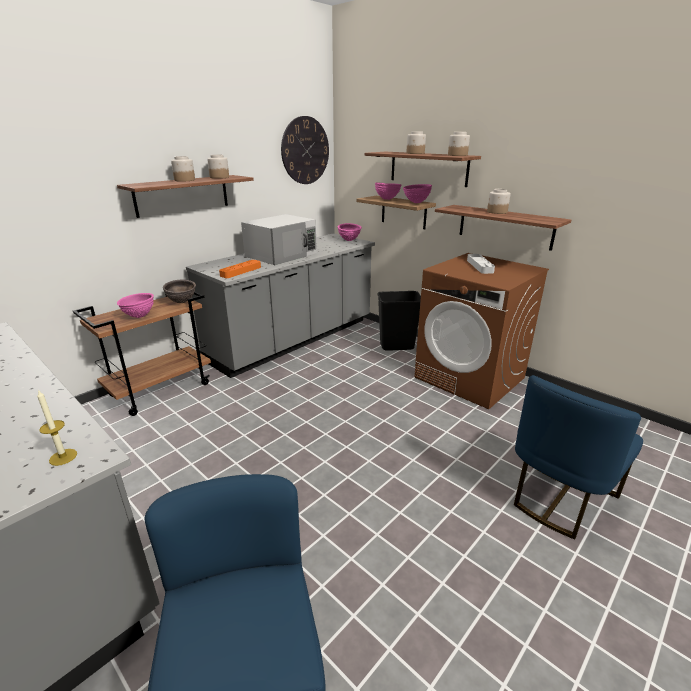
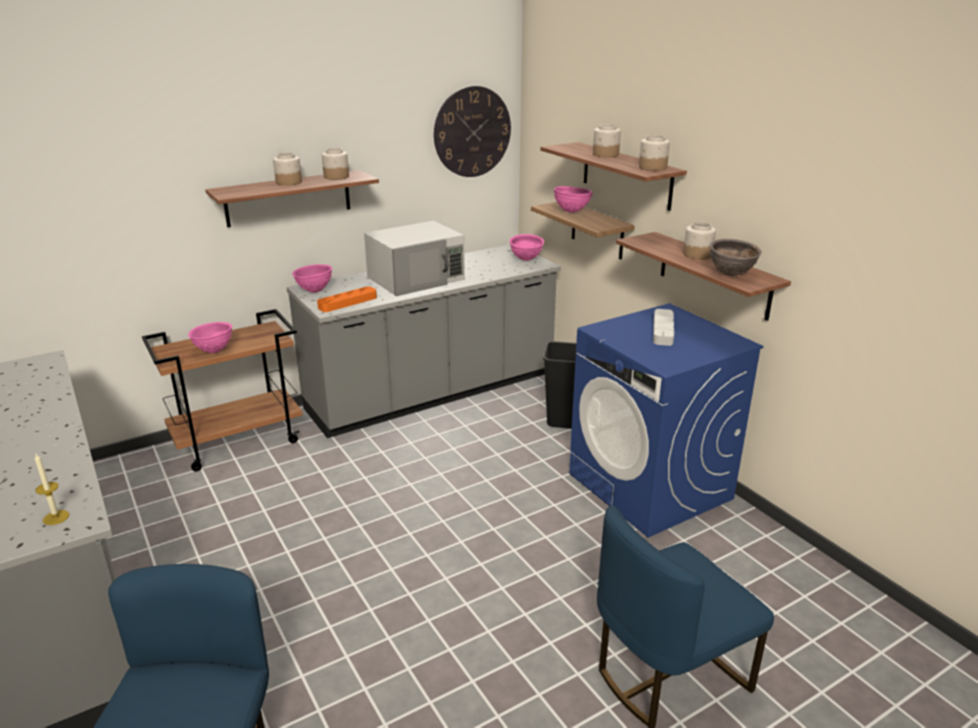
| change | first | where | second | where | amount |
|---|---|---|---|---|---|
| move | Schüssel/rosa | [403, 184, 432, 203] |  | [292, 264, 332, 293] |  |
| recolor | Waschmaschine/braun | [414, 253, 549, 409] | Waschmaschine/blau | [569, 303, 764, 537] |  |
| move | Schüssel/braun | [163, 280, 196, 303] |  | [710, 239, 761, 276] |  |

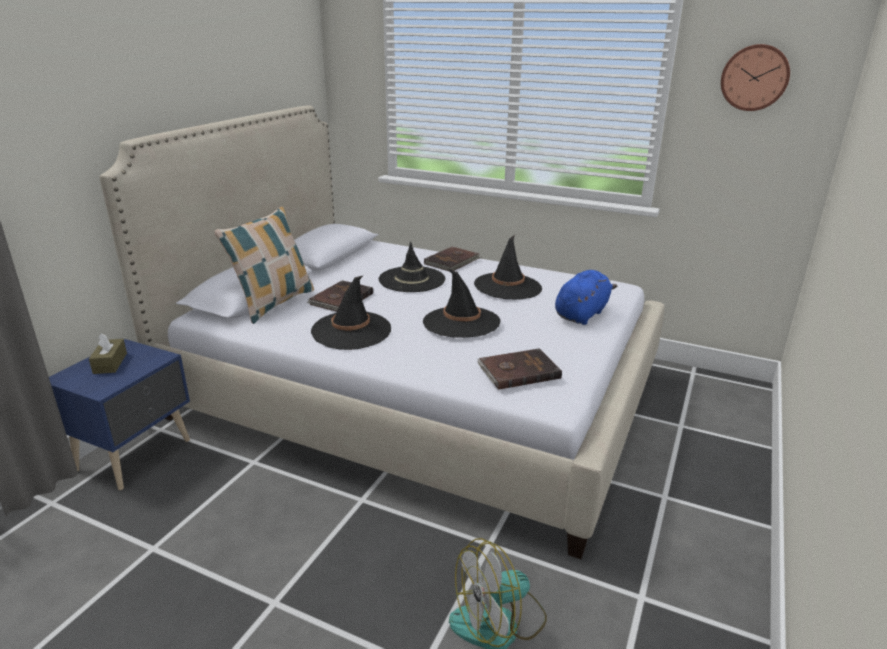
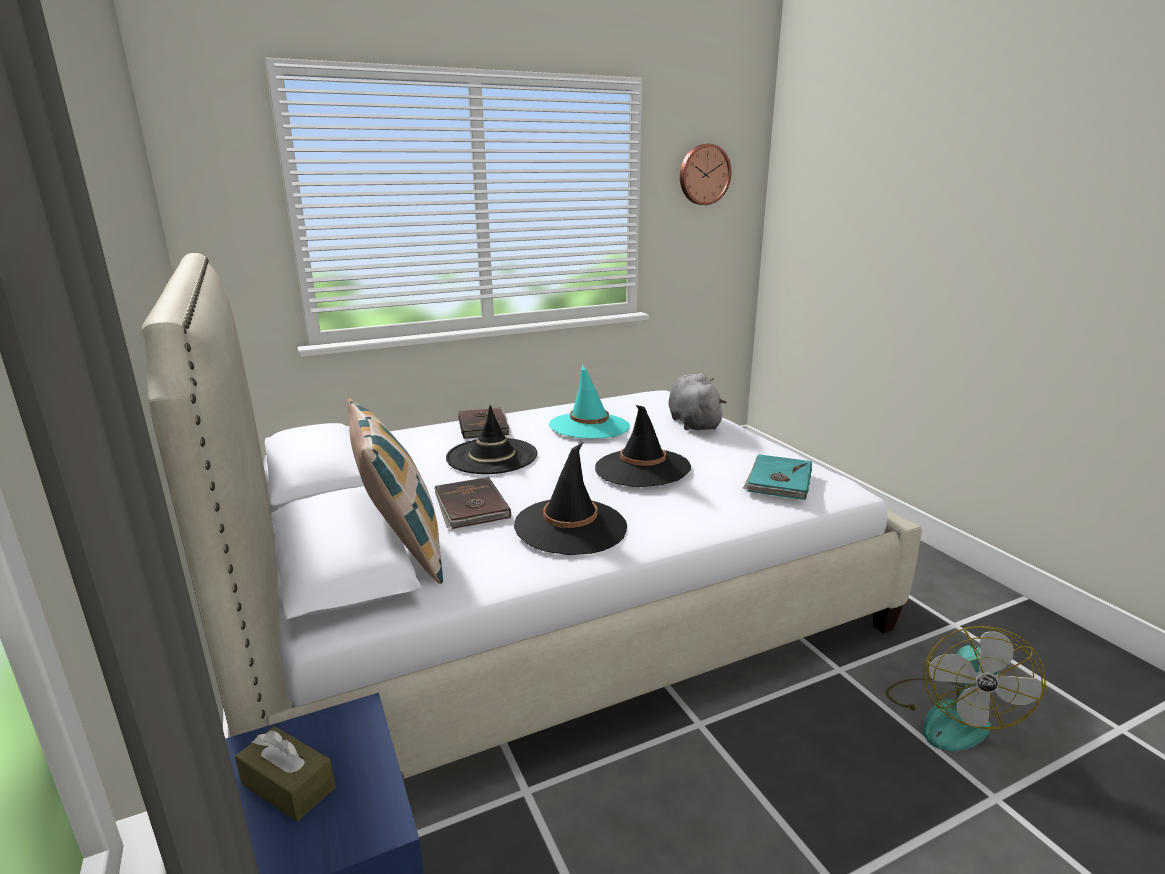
| change | first | where | second | where | amount |
|---|---|---|---|---|---|
| recolor | Hut/schwarz | [474, 235, 542, 300] | Hut/türkis | [549, 364, 630, 439] |  |
| recolor | Plüschtier/blau | [555, 270, 617, 325] | Plüschtier/grau | [668, 373, 727, 430] |  |
| recolor | Buch/braun | [477, 348, 562, 390] | Buch/türkis | [743, 454, 812, 500] |  |

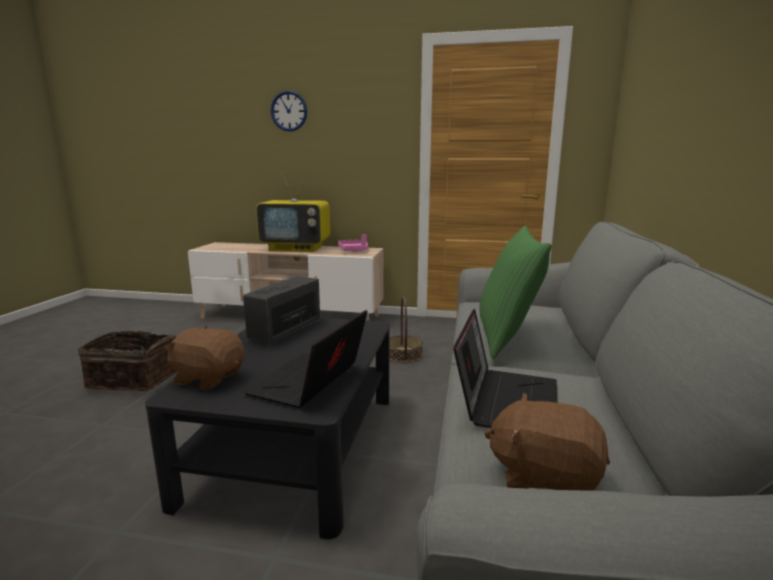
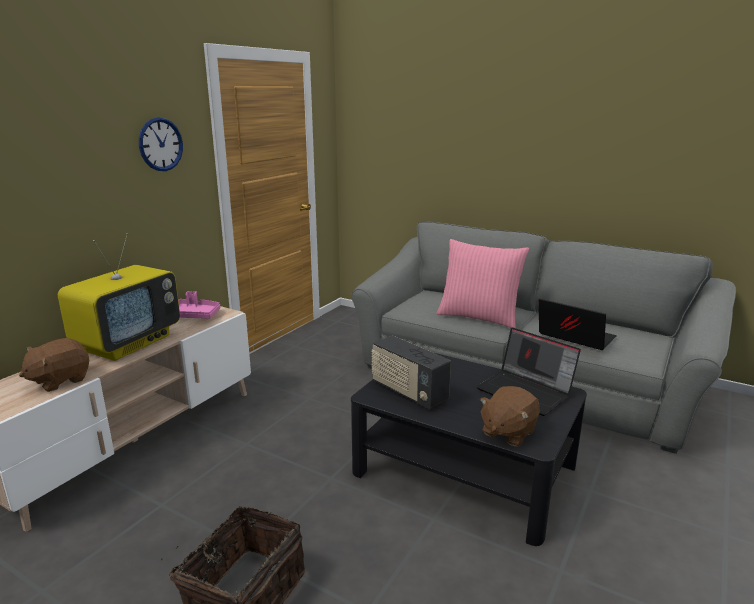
| change | first | where | second | where | amount |
|---|---|---|---|---|---|
| move | Wanduhr | [271, 91, 307, 132] |  | [139, 117, 183, 171] |  |
| recolor | Kissen/grün | [480, 226, 552, 359] | Kissen/rosa | [437, 239, 529, 328] |  |
| delete | Korb | [390, 297, 423, 363] |  |  |  |
| move | Plüschtier/braun | [484, 393, 610, 491] |  | [19, 338, 89, 392] |  |

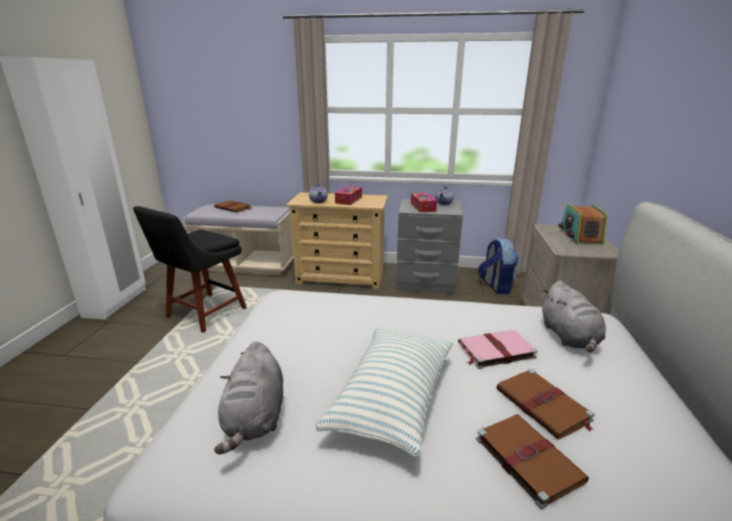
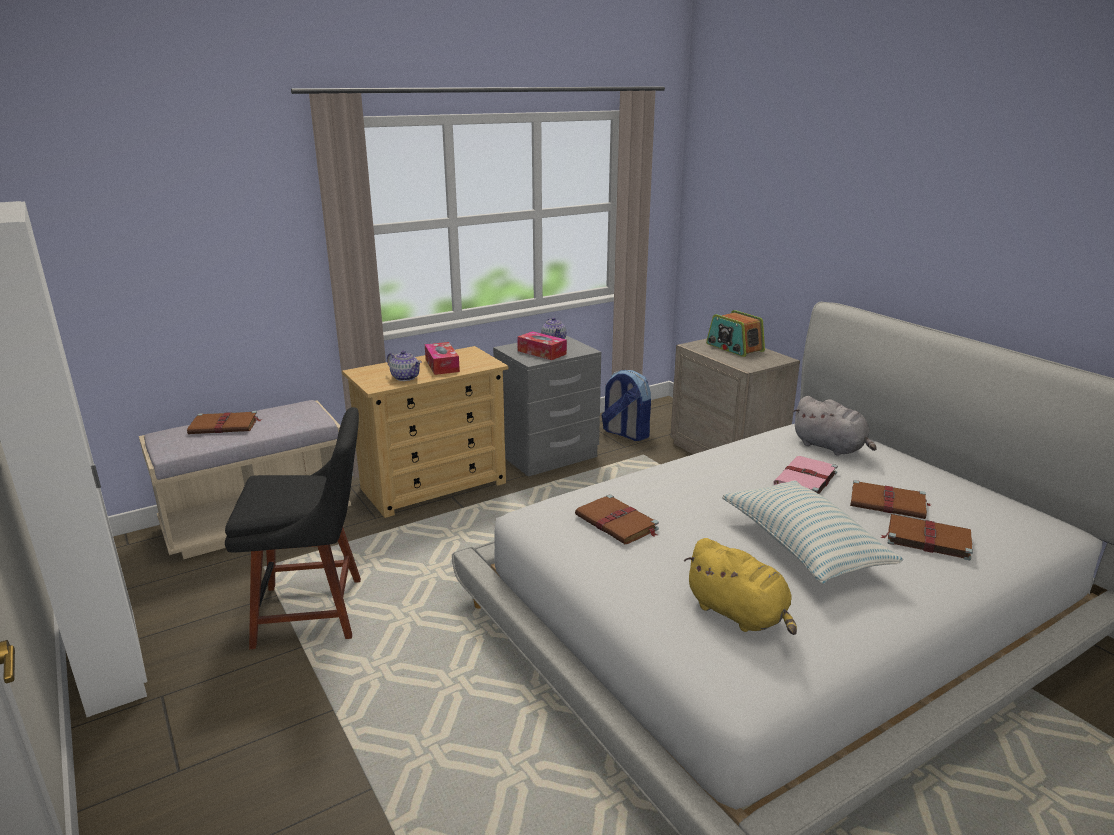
| change | first | where | second | where | amount |
|---|---|---|---|---|---|
| rotate | Stuhl/schwarz | [133, 206, 247, 333] |  | [225, 407, 361, 649] | 90 degrees counterclockwise |
| recolor | Plüschtier/grau | [214, 341, 283, 454] | Plüschtier/gelb | [684, 538, 797, 635] |  |
| insert |  |  | Buch/braun | [575, 494, 659, 544] |  |

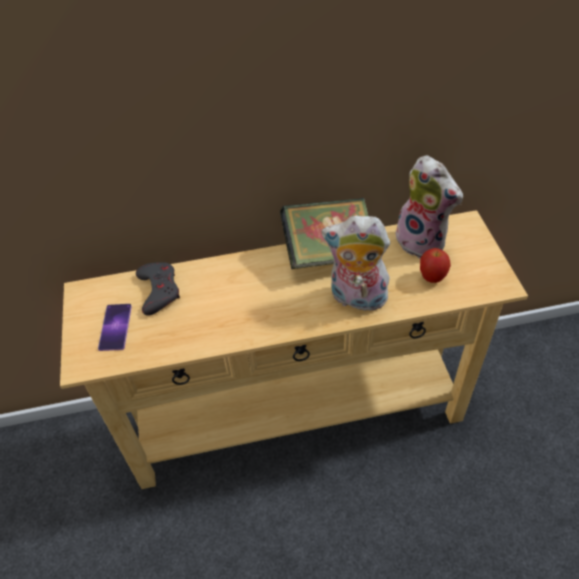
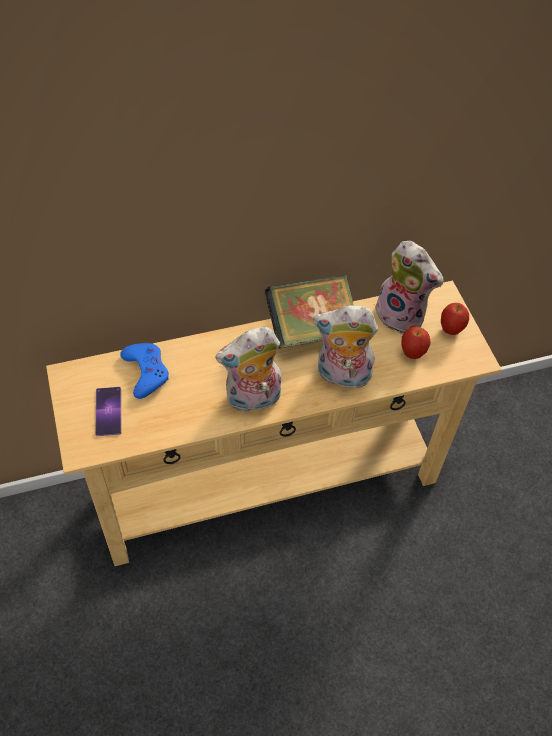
| change | first | where | second | where | amount |
|---|---|---|---|---|---|
| recolor | Gamepad/grau | [136, 262, 180, 316] | Gamepad/blau | [120, 343, 169, 399] |  |
| insert |  |  | Apfel | [441, 303, 469, 335] |  |
| insert |  |  | Plüschtier | [215, 327, 281, 413] |  |

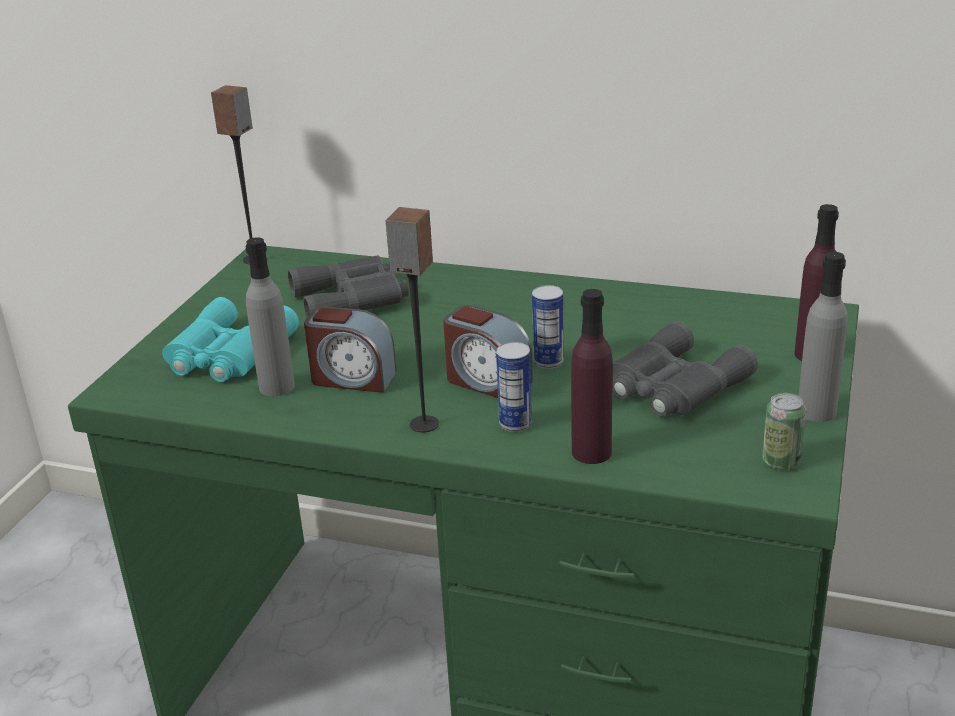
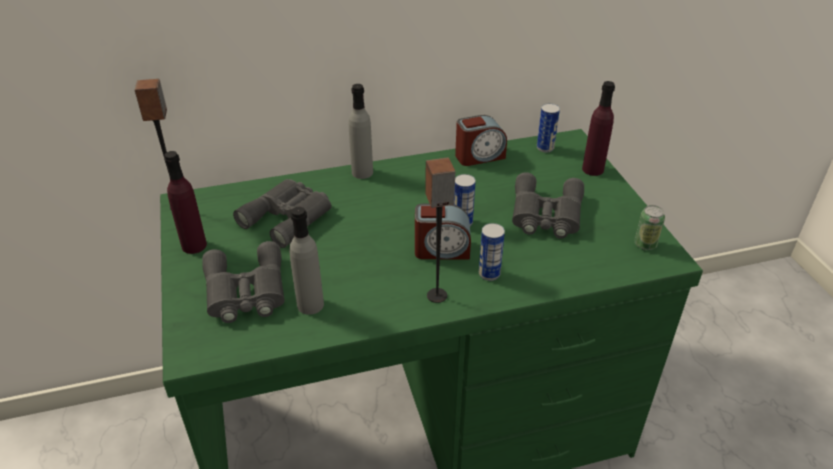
| change | first | where | second | where | amount |
|---|---|---|---|---|---|
| move | Flasche/grau | [798, 252, 848, 422] |  | [349, 84, 373, 179] |  |
| move | Flasche/lila | [571, 289, 613, 464] |  | [164, 151, 207, 254] |  |
| recolor | Fernglas/türkis | [162, 297, 299, 382] | Fernglas/grau | [202, 241, 285, 323] |  |
| move | Wecker | [304, 306, 397, 393] |  | [455, 115, 507, 166] |  |
| insert |  |  | Dose | [537, 103, 560, 152] |  |

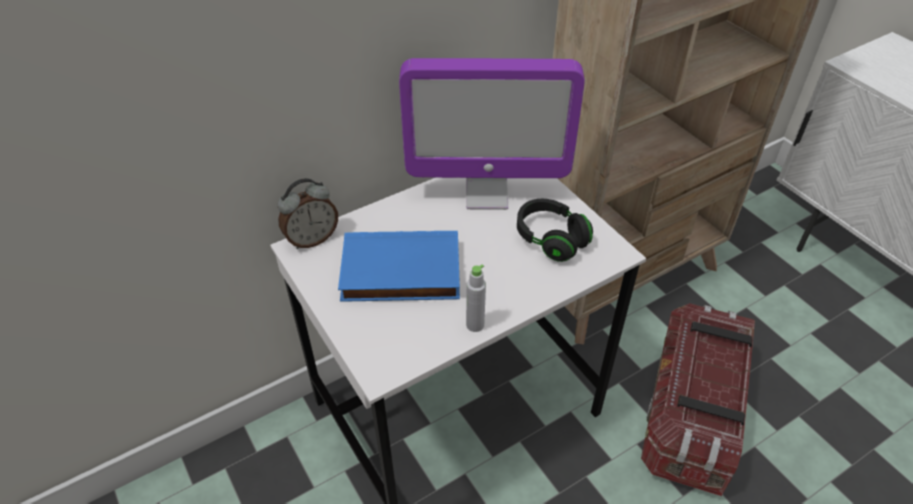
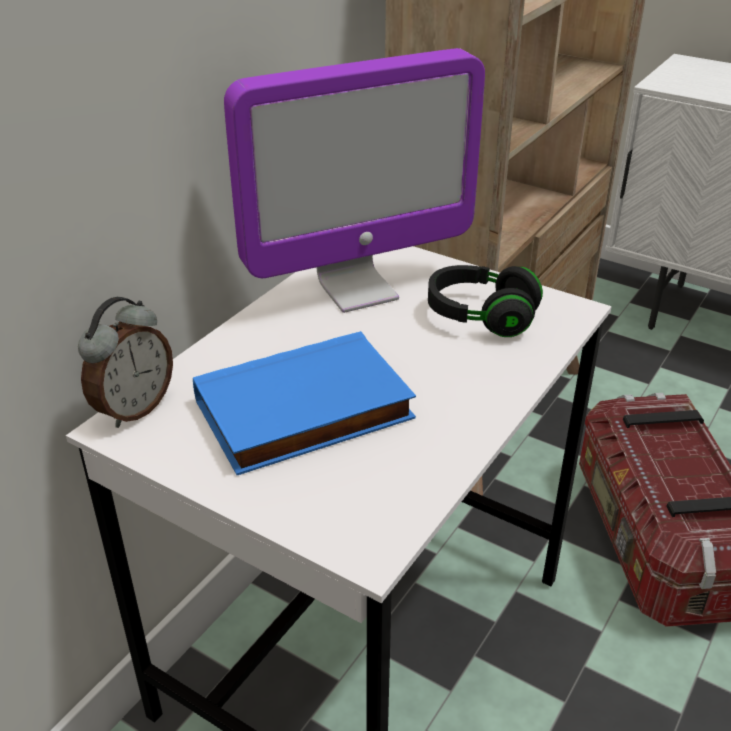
| change | first | where | second | where | amount |
|---|---|---|---|---|---|
| delete | Flasche/grau | [466, 264, 486, 332] |  |  |  |

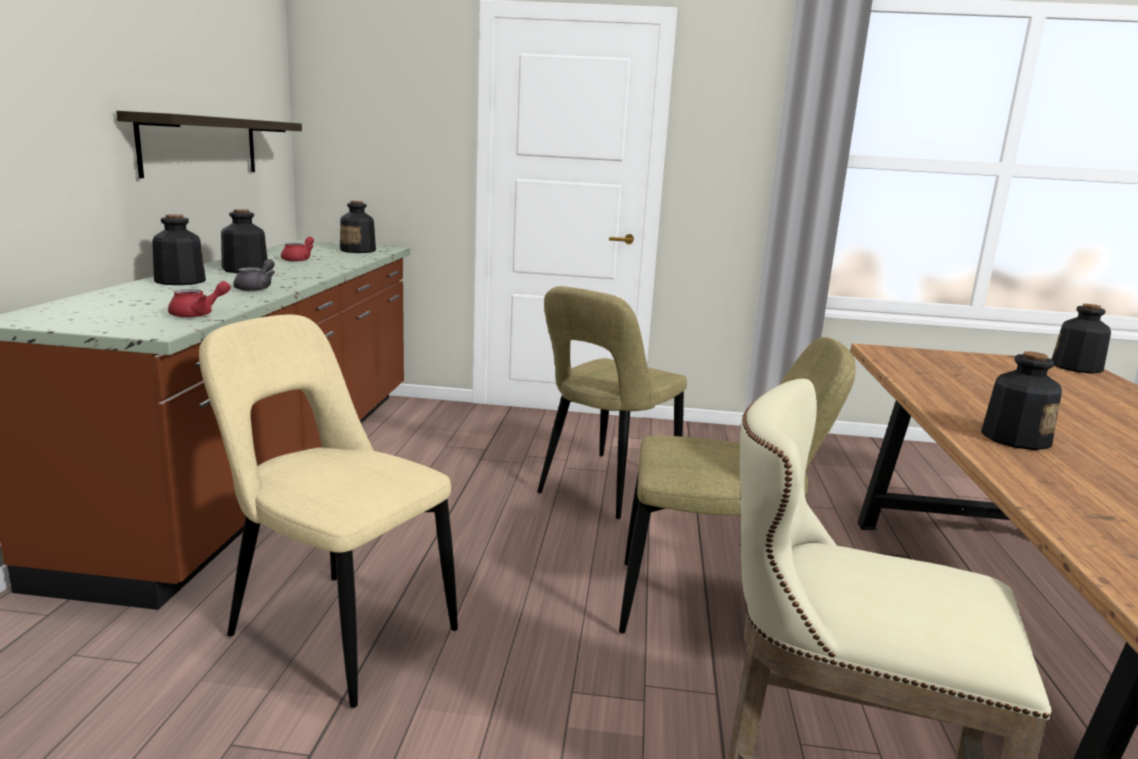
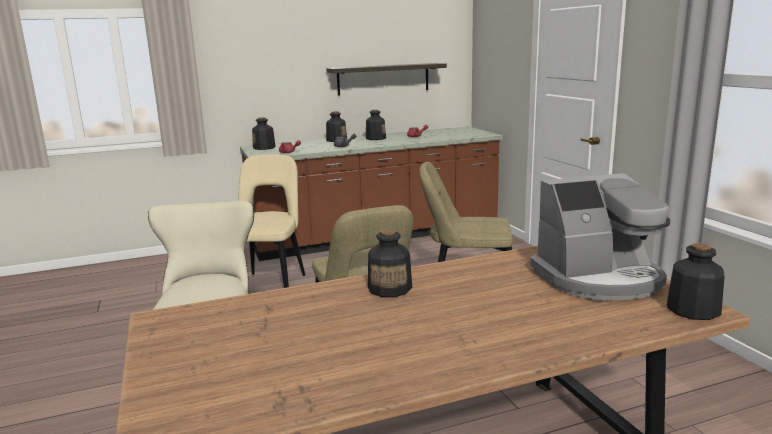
| change | first | where | second | where | amount |
|---|---|---|---|---|---|
| move | Flasche | [340, 201, 376, 253] |  | [252, 117, 275, 150] |  |
| insert |  |  | Kaffeemaschine | [530, 173, 670, 300] |  |

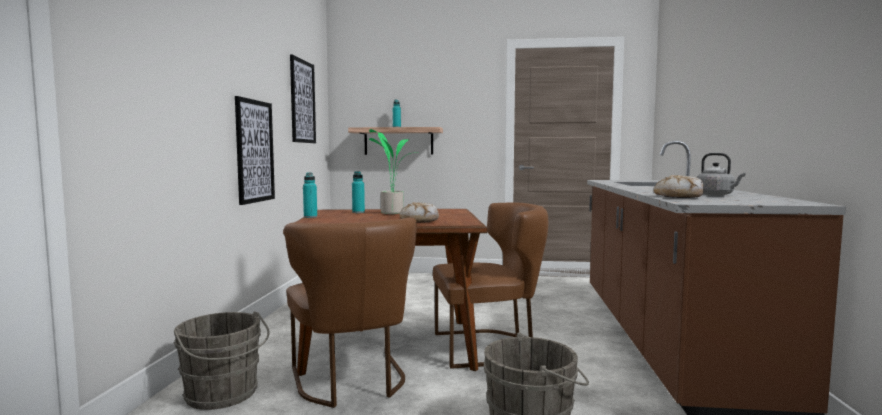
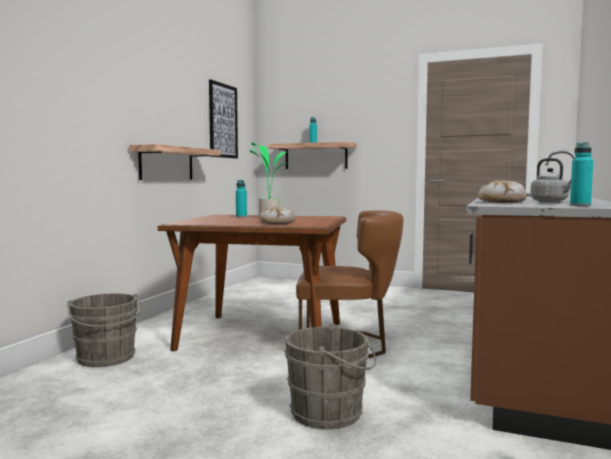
| change | first | where | second | where | amount |
|---|---|---|---|---|---|
| replace | Bild | [235, 96, 275, 205] | Wandregal | [130, 144, 221, 180] |  |
| move | Flasche/türkis | [303, 172, 317, 218] |  | [570, 142, 593, 206] |  |
| delete | Stuhl/braun | [284, 217, 417, 408] |  |  |  |

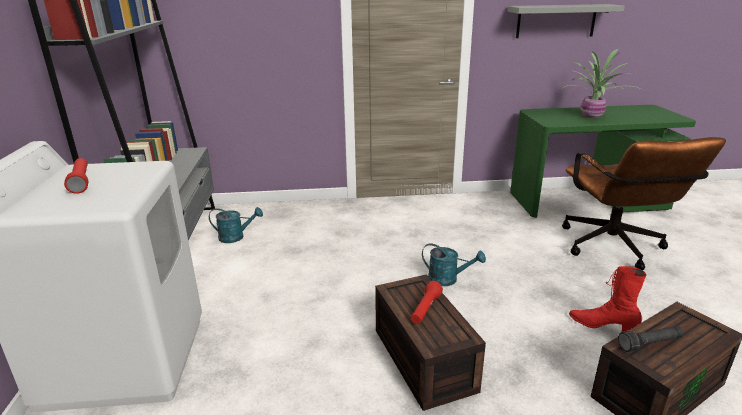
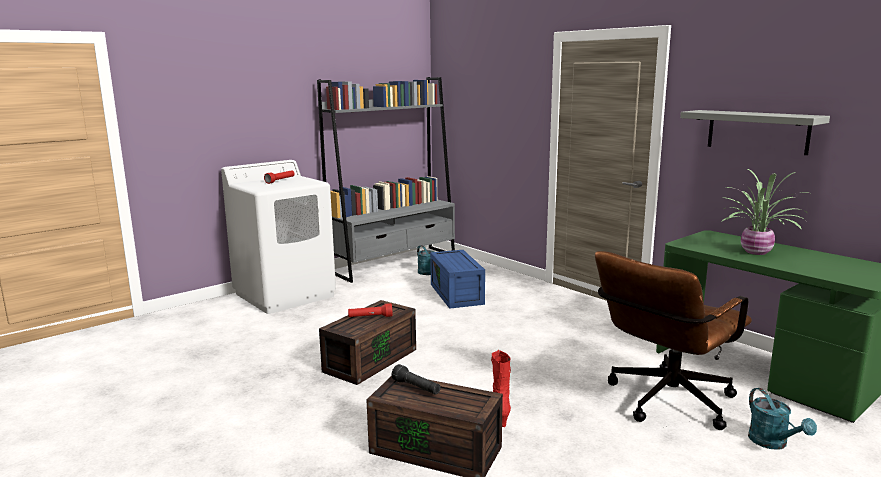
| change | first | where | second | where | amount |
|---|---|---|---|---|---|
| move | Gießkanne/türkis | [422, 243, 486, 286] |  | [748, 388, 817, 450] |  |
| insert |  |  | Aufbewahrungsbox/blau | [430, 250, 485, 309] |  |

